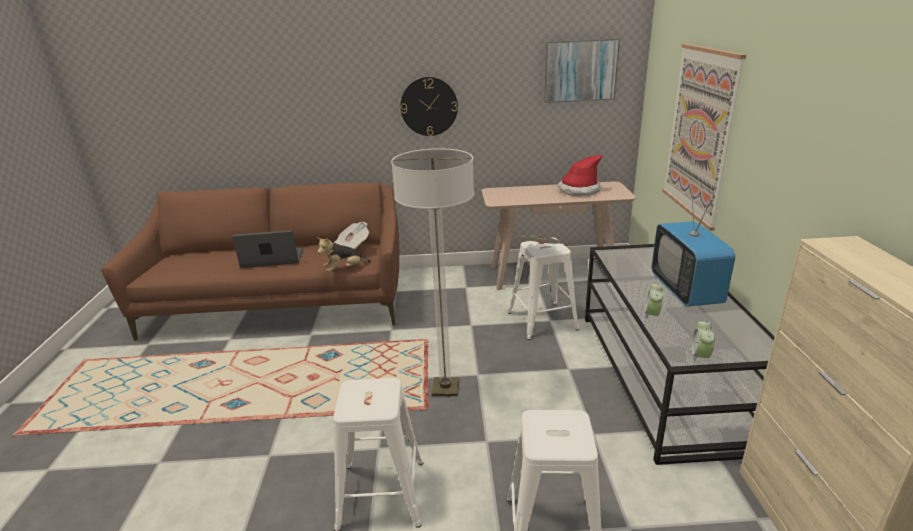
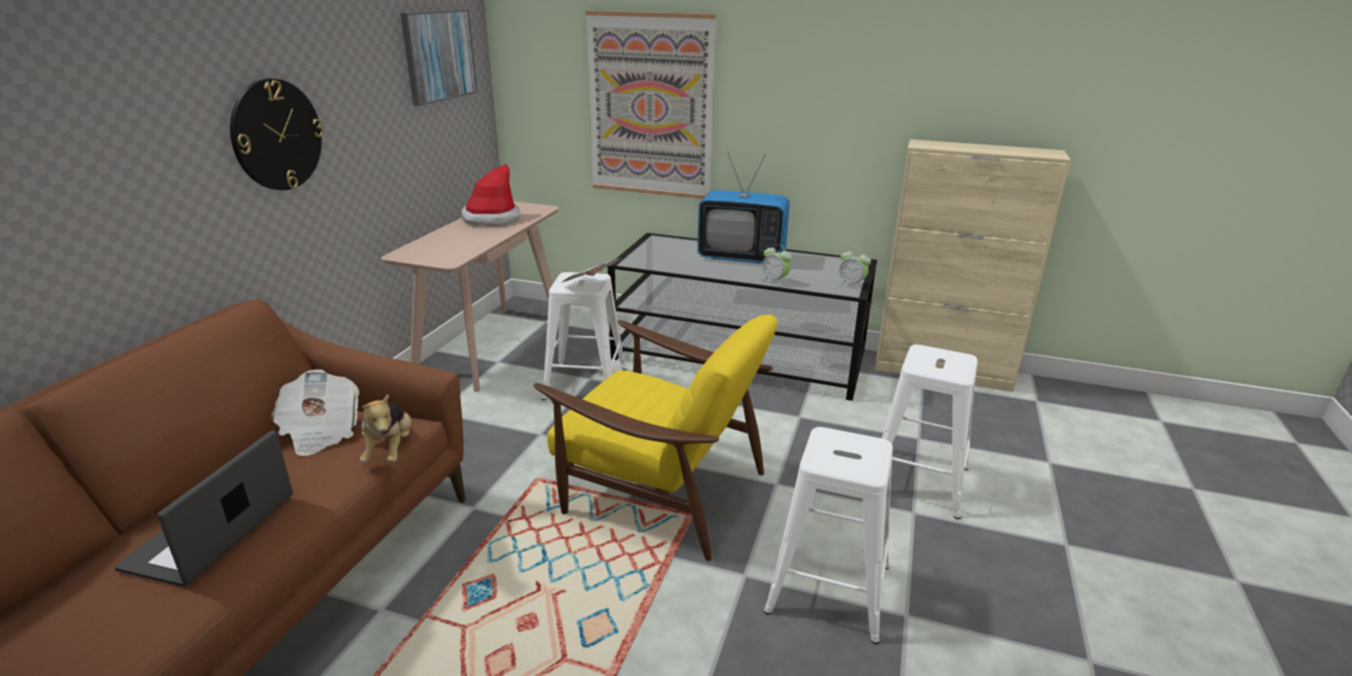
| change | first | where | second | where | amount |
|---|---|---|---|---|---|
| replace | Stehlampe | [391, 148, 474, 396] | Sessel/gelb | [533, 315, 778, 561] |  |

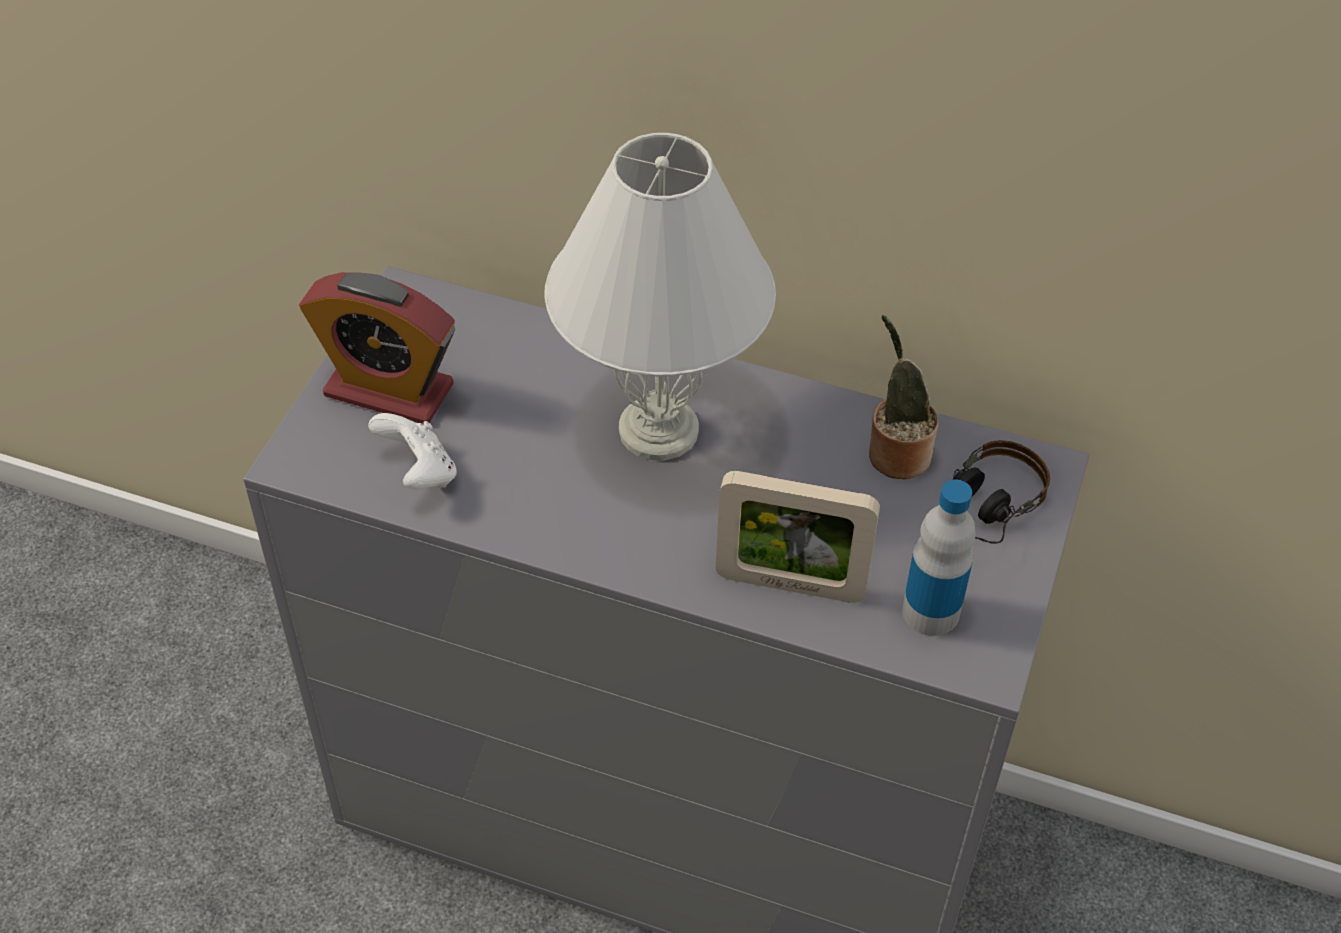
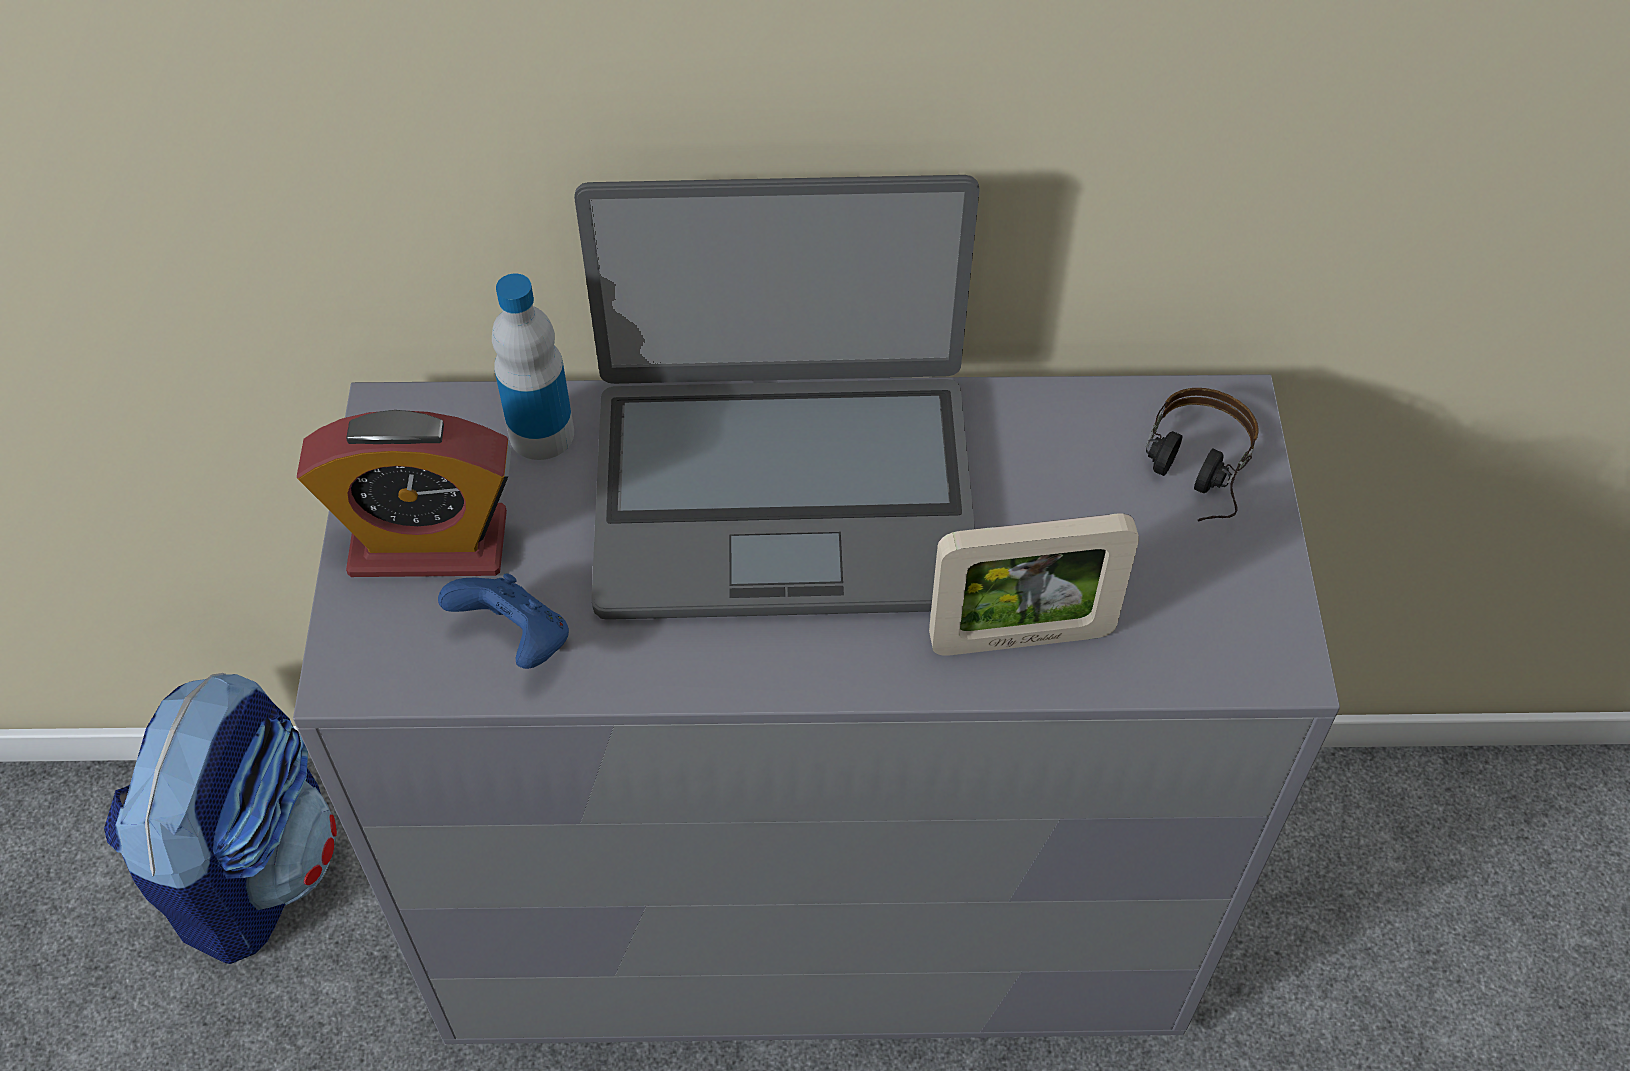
| change | first | where | second | where | amount |
|---|---|---|---|---|---|
| replace | Tischlampe/weiß | [545, 133, 776, 461] | Laptop | [574, 175, 980, 620] |  |
| delete | Topfpflanze | [869, 315, 938, 479] |  |  |  |
| recolor | Gamepad/weiß | [368, 413, 457, 489] | Gamepad/blau | [438, 573, 569, 669] |  |
| move | Flasche | [902, 479, 976, 636] |  | [492, 273, 574, 460] |  |
| insert |  |  | Rucksack | [104, 673, 337, 964] |  |

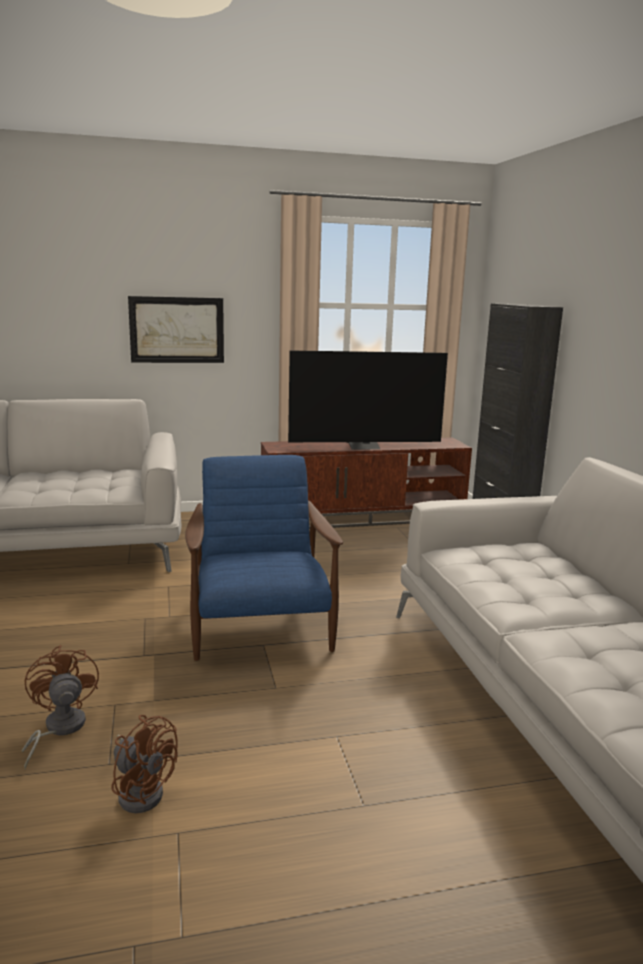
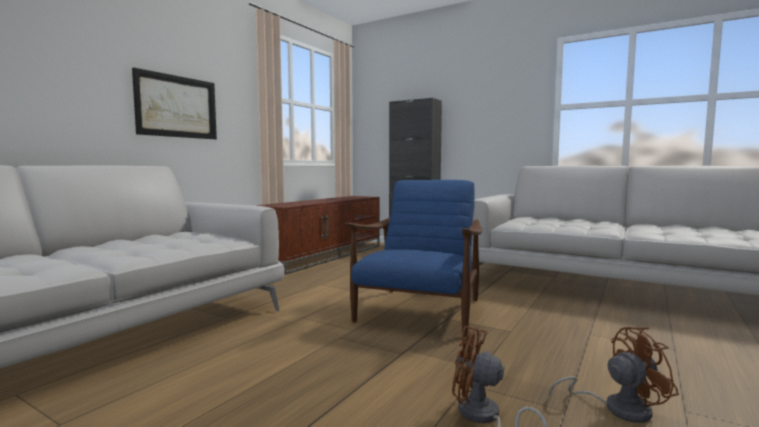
| change | first | where | second | where | amount |
|---|---|---|---|---|---|
| delete | Fernseher | [288, 350, 448, 449] |  |  |  |
| rotate | Sessel/blau | [185, 455, 343, 661] |  | [345, 180, 482, 337] | 75 degrees clockwise |

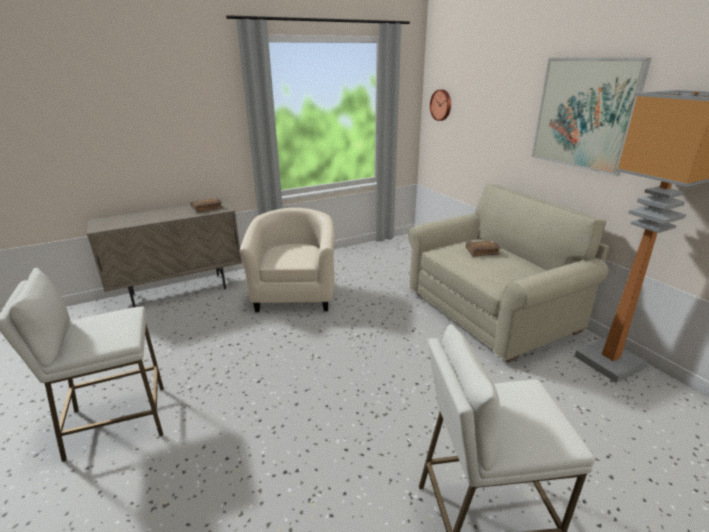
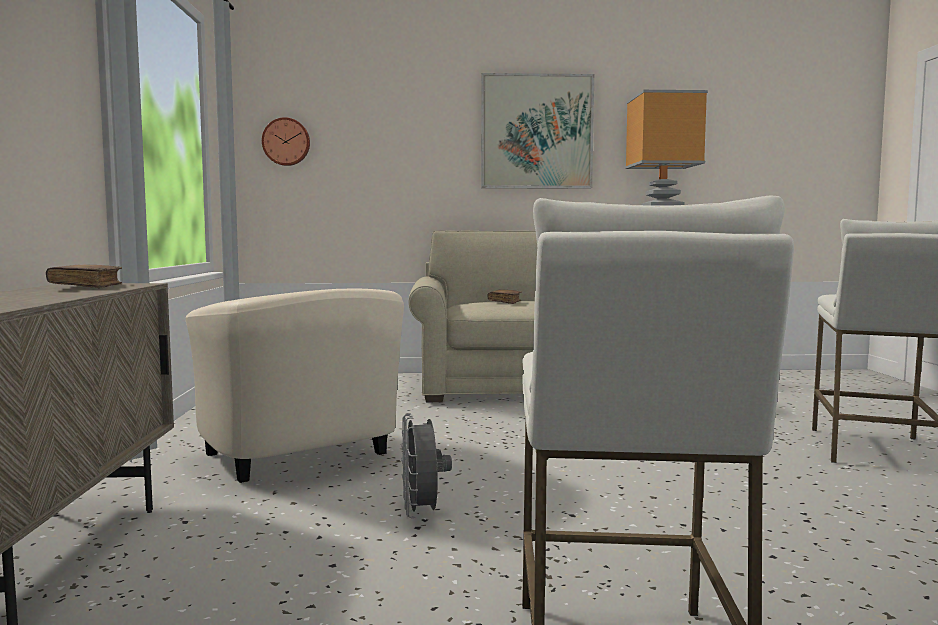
| change | first | where | second | where | amount |
|---|---|---|---|---|---|
| rotate | Sessel/beige | [240, 208, 335, 312] |  | [186, 289, 404, 483] | 150 degrees counterclockwise |
| insert |  |  | Ventilator/grau | [401, 413, 452, 518] |  |

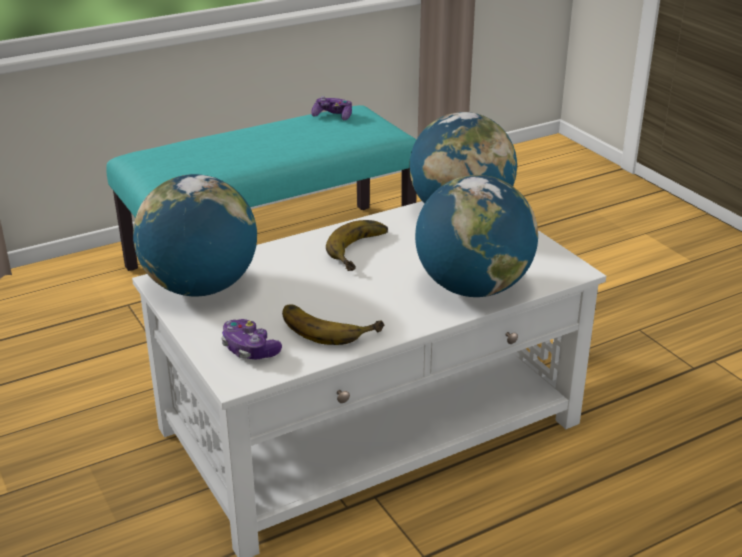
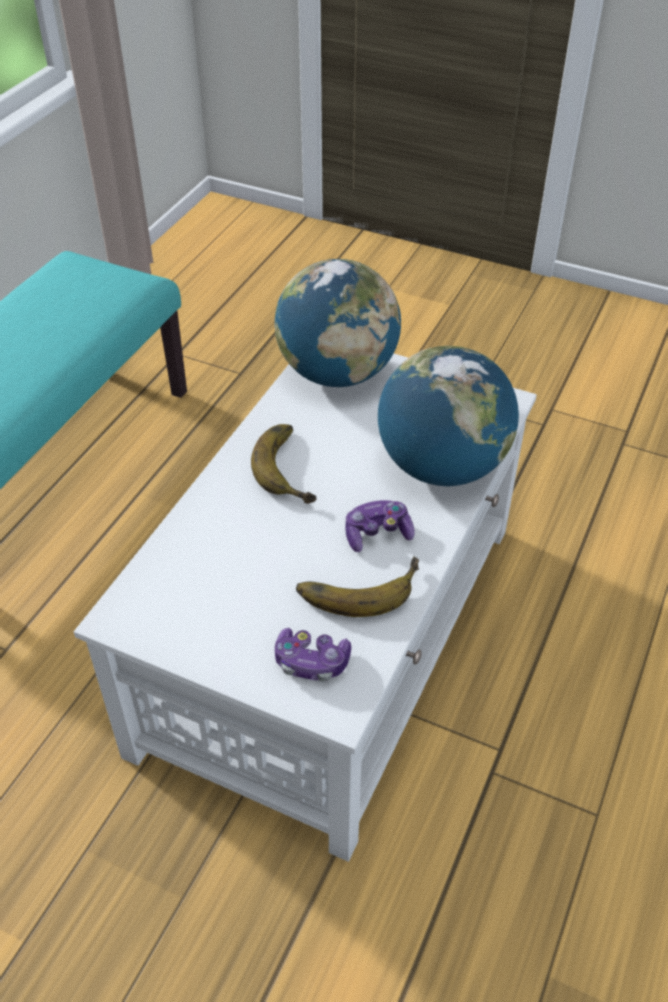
| change | first | where | second | where | amount |
|---|---|---|---|---|---|
| move | Gamepad | [312, 96, 352, 120] |  | [345, 500, 415, 552] |  |
| delete | Globus | [133, 174, 257, 296] |  |  |  |

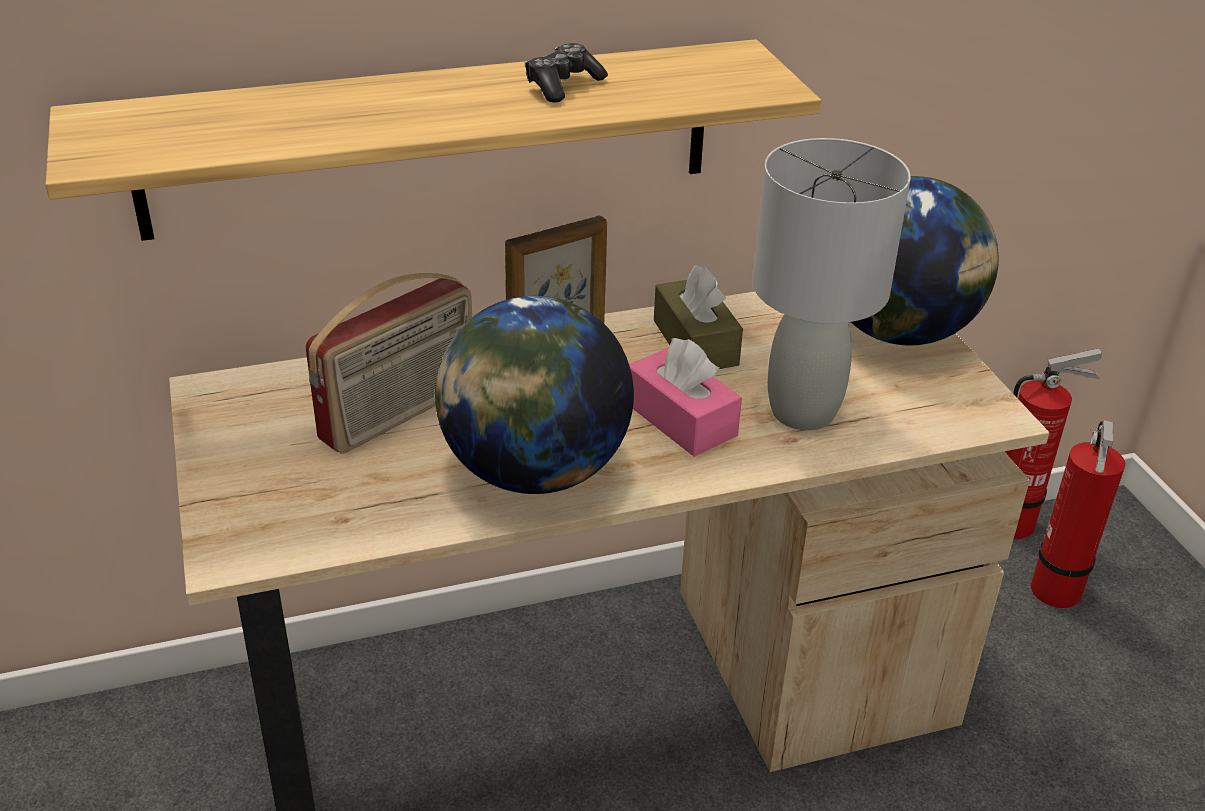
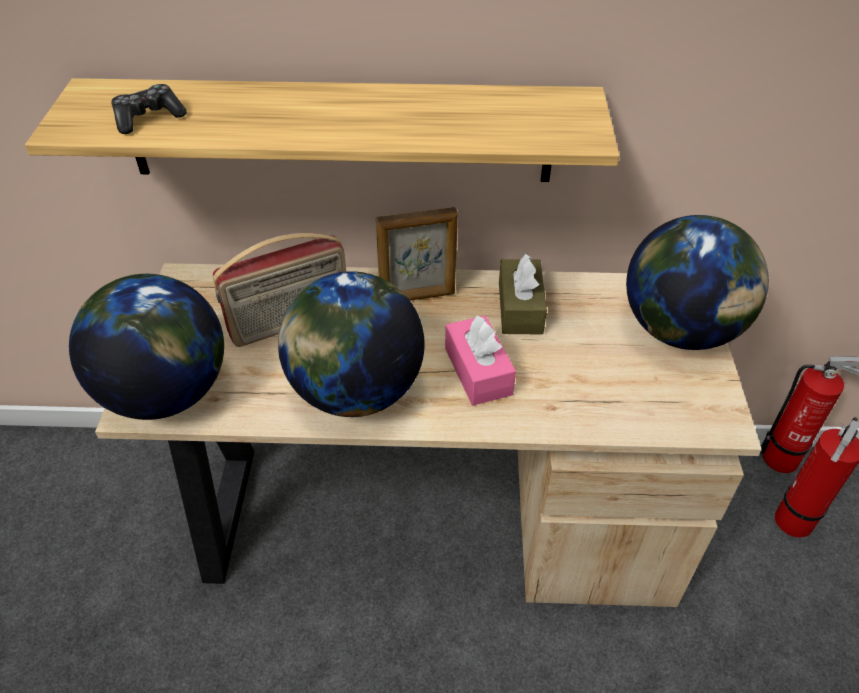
| change | first | where | second | where | amount |
|---|---|---|---|---|---|
| move | Gamepad | [525, 43, 608, 102] |  | [111, 84, 187, 134] |  |
| delete | Tischlampe/grau | [752, 138, 911, 430] |  |  |  |
| insert |  |  | Globus | [69, 274, 224, 420] |  |

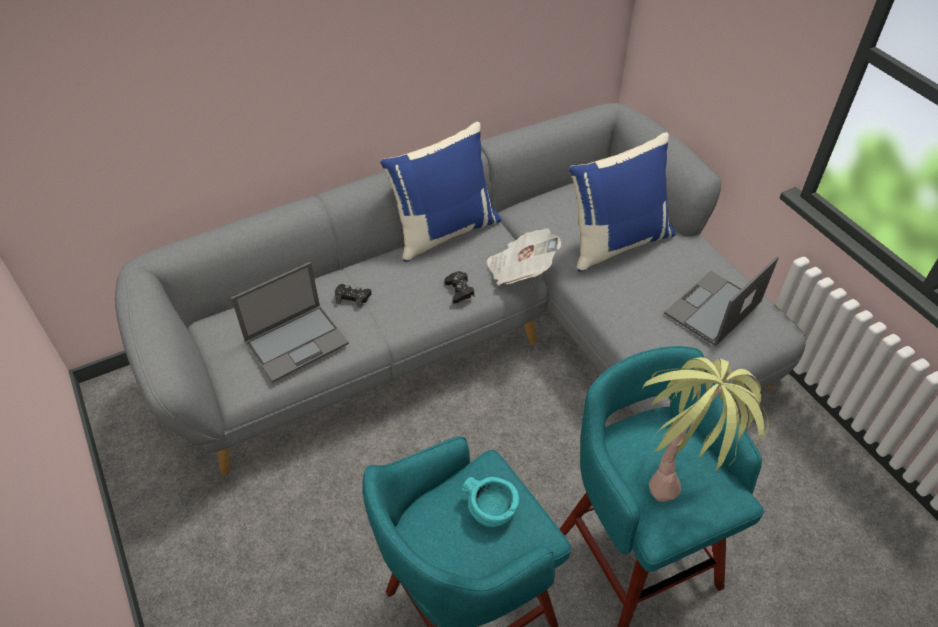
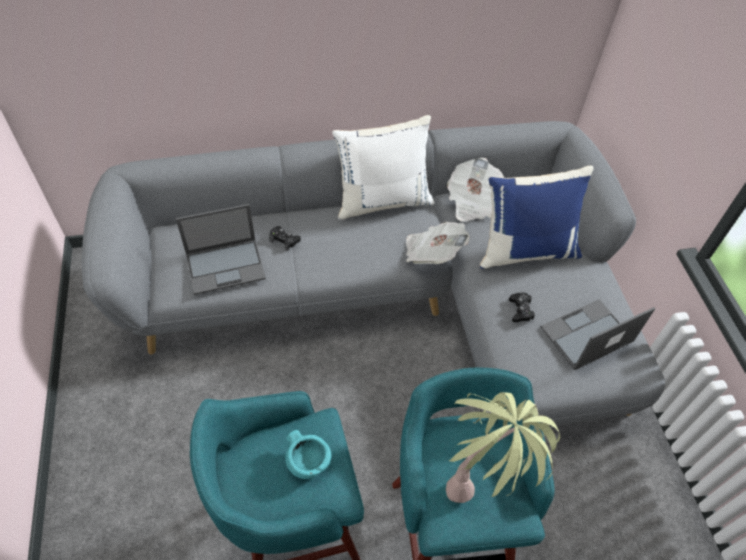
| change | first | where | second | where | amount |
|---|---|---|---|---|---|
| recolor | Kissen/blau | [380, 122, 501, 262] | Kissen/weiß | [332, 115, 435, 220] |  |
| move | Gamepad/schwarz | [445, 271, 474, 304] |  | [509, 292, 535, 322] |  |
| insert |  |  | Zeitung | [447, 158, 504, 221] |  |

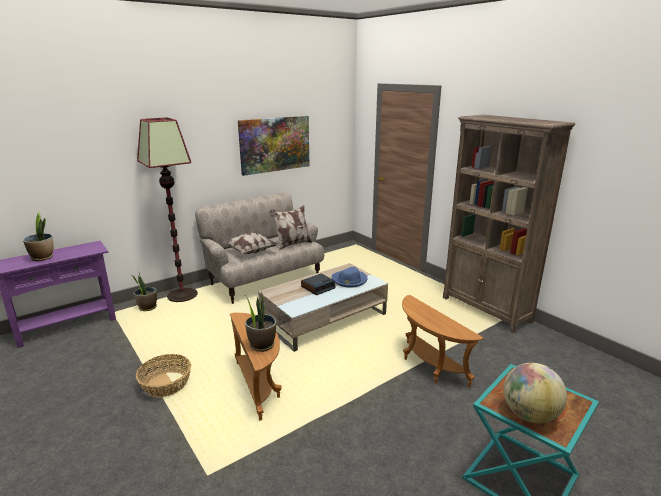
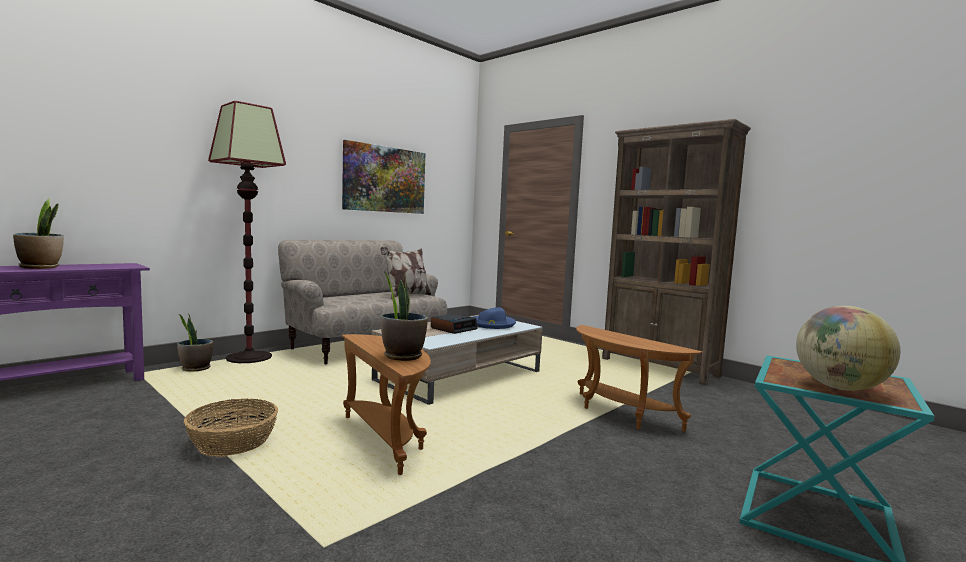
| change | first | where | second | where | amount |
|---|---|---|---|---|---|
| delete | Kissen | [222, 233, 277, 254] |  |  |  |

